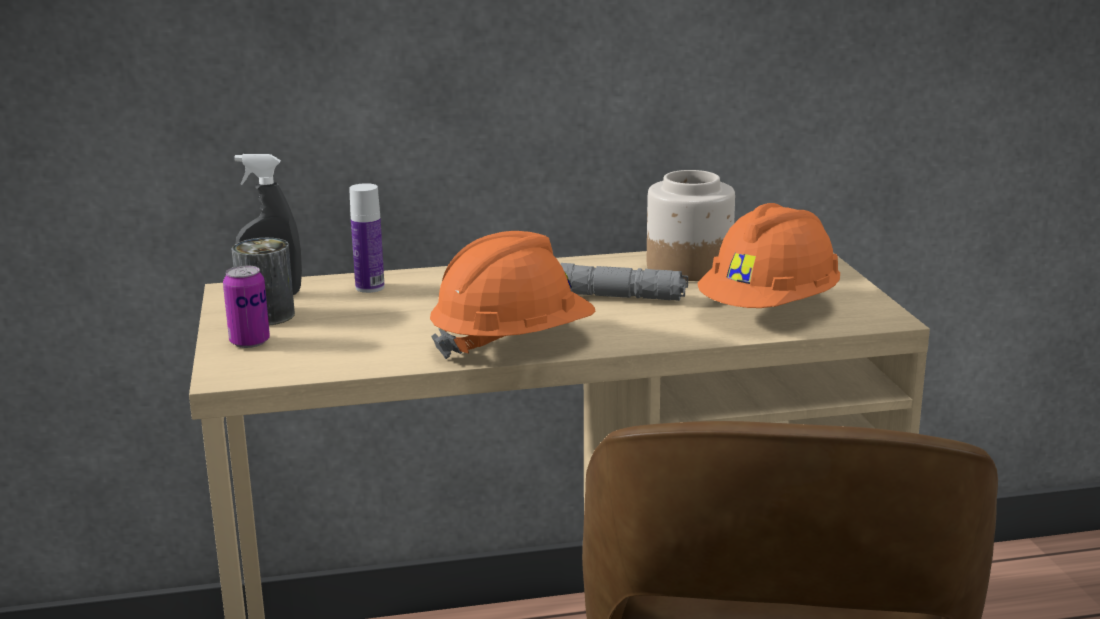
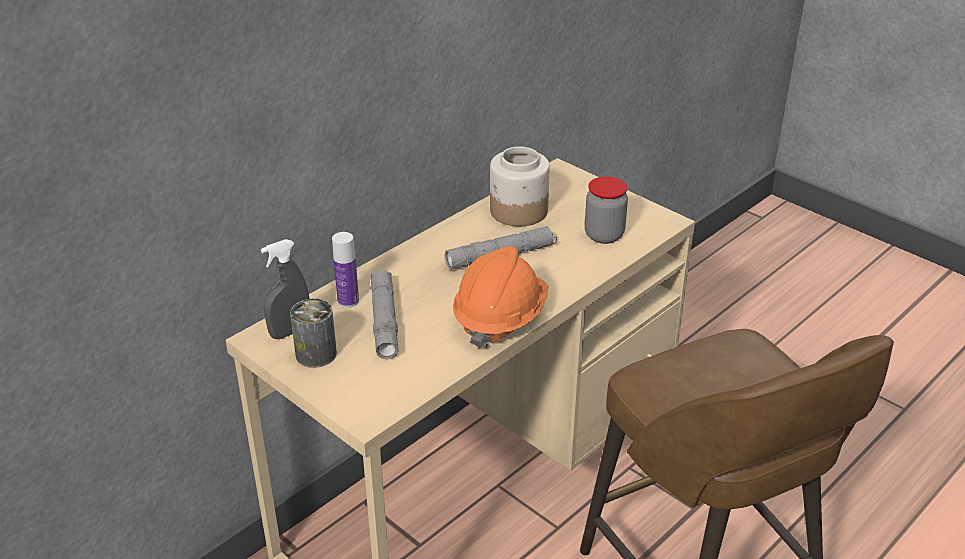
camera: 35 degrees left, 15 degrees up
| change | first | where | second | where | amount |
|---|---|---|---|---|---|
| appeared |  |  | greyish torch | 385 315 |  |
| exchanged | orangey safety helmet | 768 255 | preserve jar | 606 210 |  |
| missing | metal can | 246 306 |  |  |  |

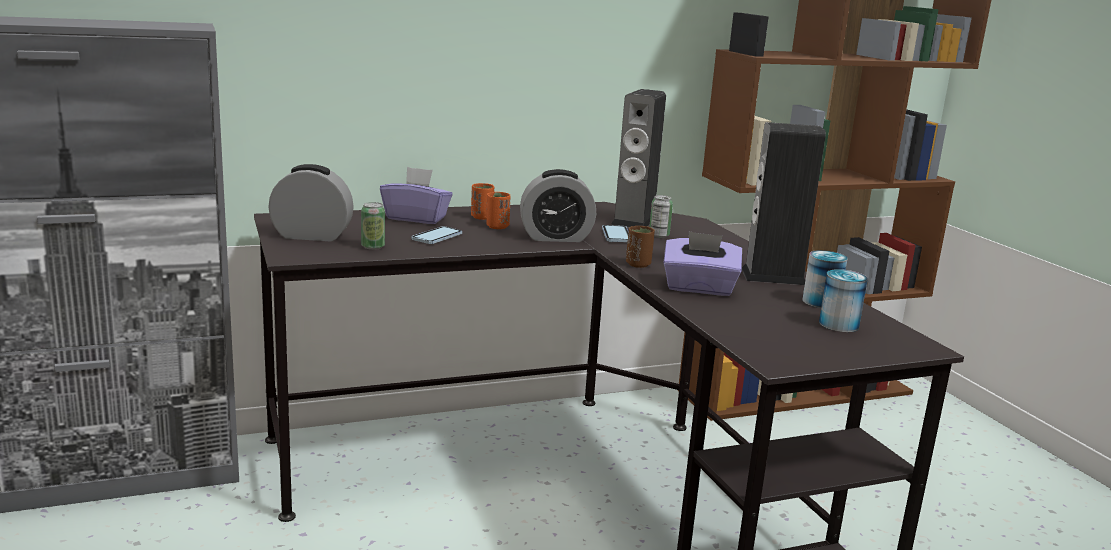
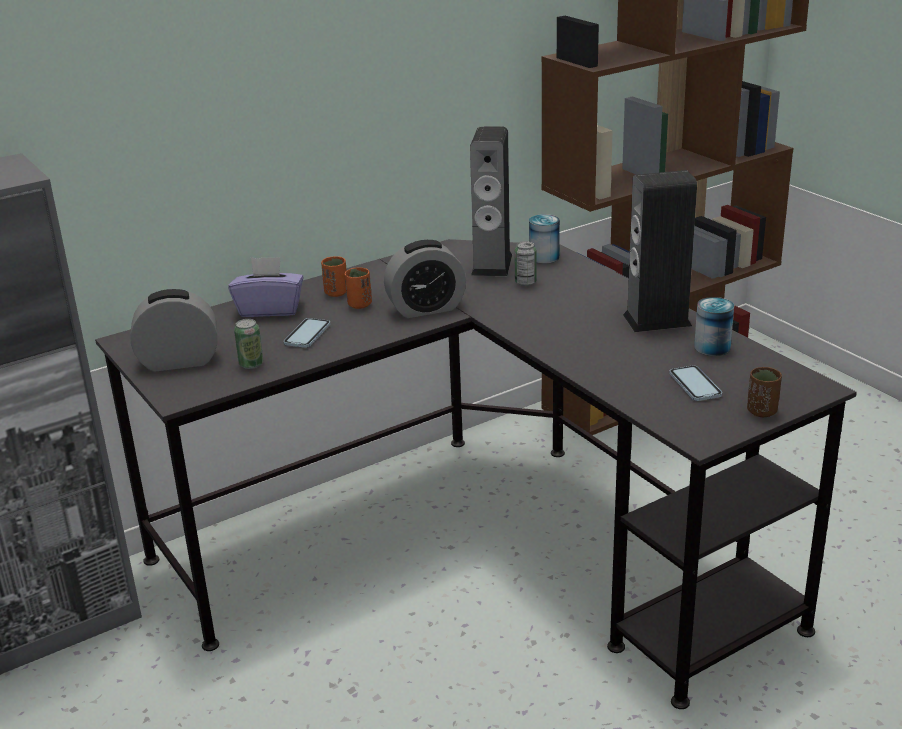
camera: 10 degrees left, 10 degrees up
| change | first | where | second | where | amount |
|---|---|---|---|---|---|
| relocated | metal can | 843 300 |  | 544 238 |  |
| relocated | telephone | 615 233 |  | 695 383 |  |
| relocated | brownish cup | 640 247 |  | 764 392 |  |
| missing | purple-coloured tissue box | 703 263 |  |  |  |

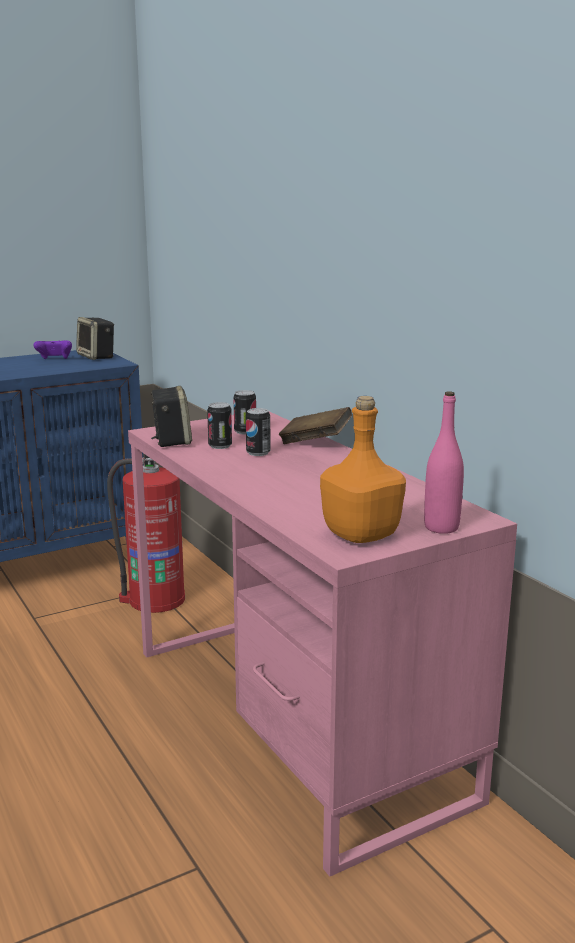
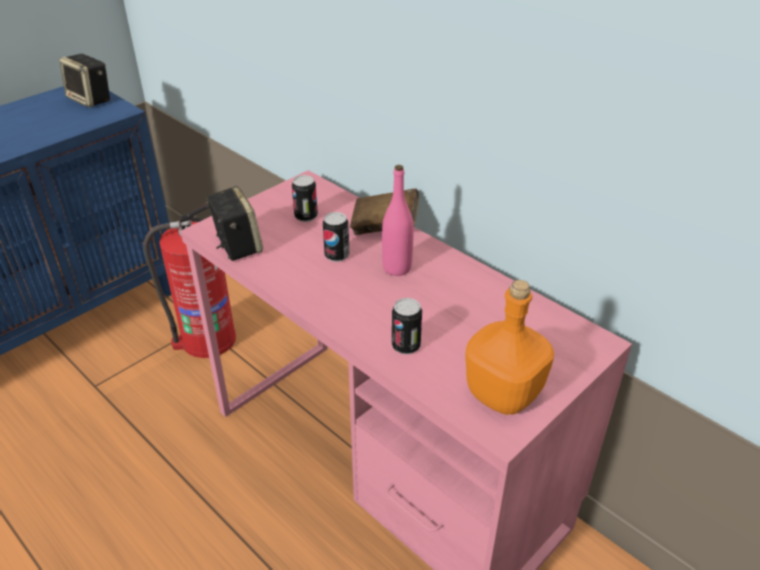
camera: 15 degrees left, 20 degrees up
| change | first | where | second | where | amount |
|---|---|---|---|---|---|
| relocated | pink bottle | 444 462 |  | 398 220 |  |
| relocated | metal can | 219 425 |  | 407 326 |  |
| missing | purple-coloured game controller | 53 349 |  |  |  |

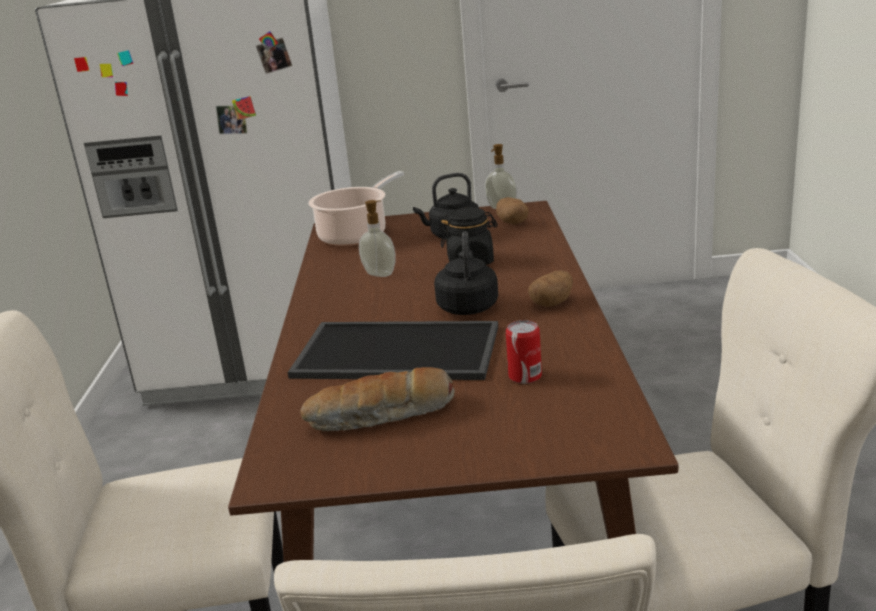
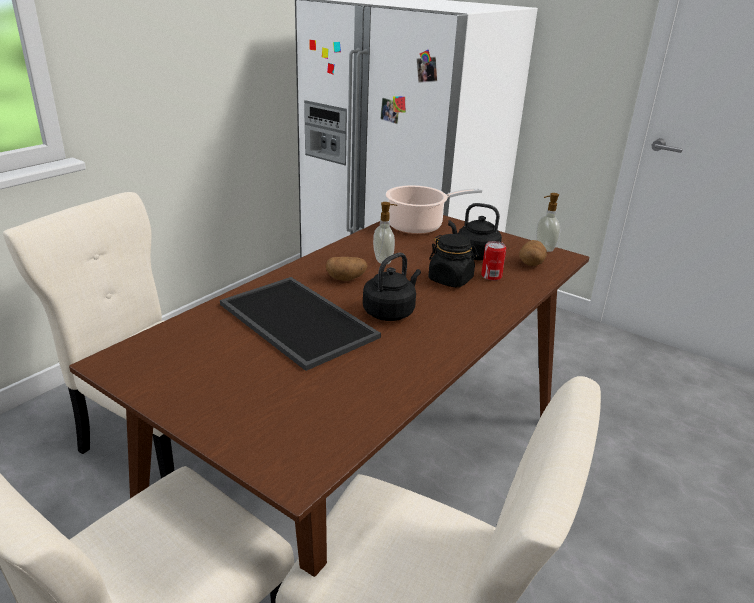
camera: 35 degrees right, 5 degrees up
| change | first | where | second | where | amount |
|---|---|---|---|---|---|
| relocated | spud | 550 289 |  | 346 269 |  |
| relocated | metal can | 524 352 |  | 493 261 |  |
| missing | bread | 377 399 |  |  |  |

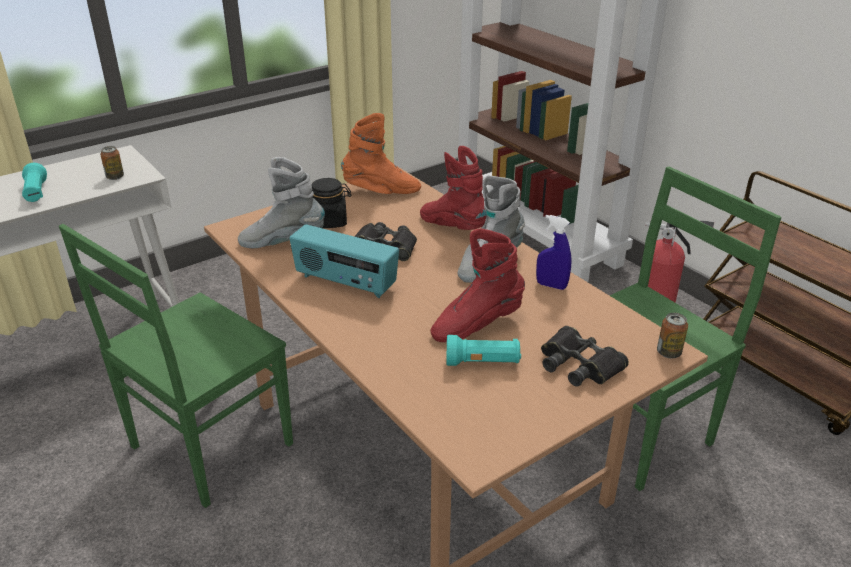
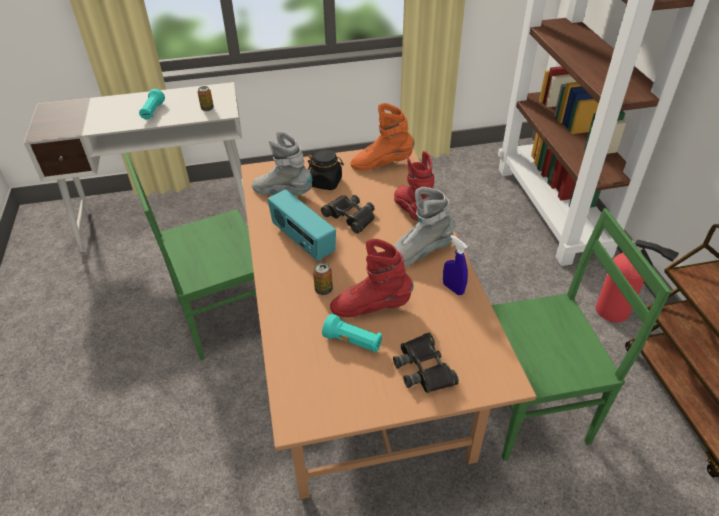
camera: 25 degrees right, 10 degrees up
| change | first | where | second | where | amount |
|---|---|---|---|---|---|
| relocated | metal can | 672 335 |  | 323 278 |  |
| spun | orangey tall boot | 381 153 |  | 383 136 | 150 degrees clockwise |

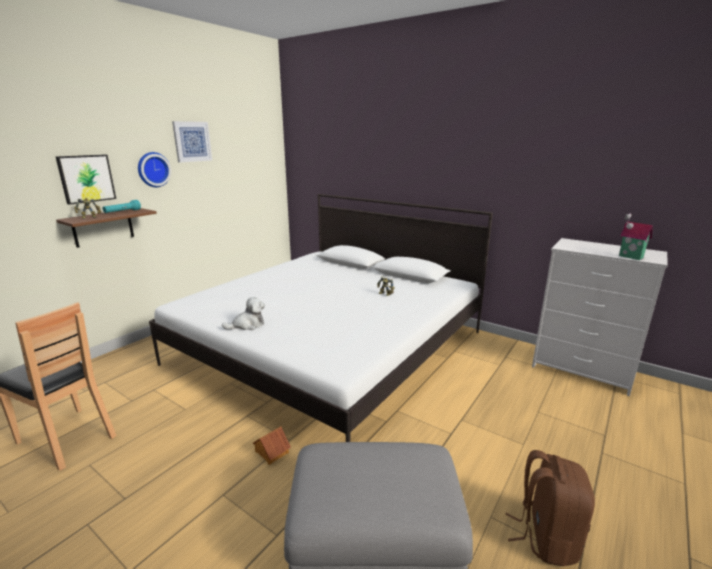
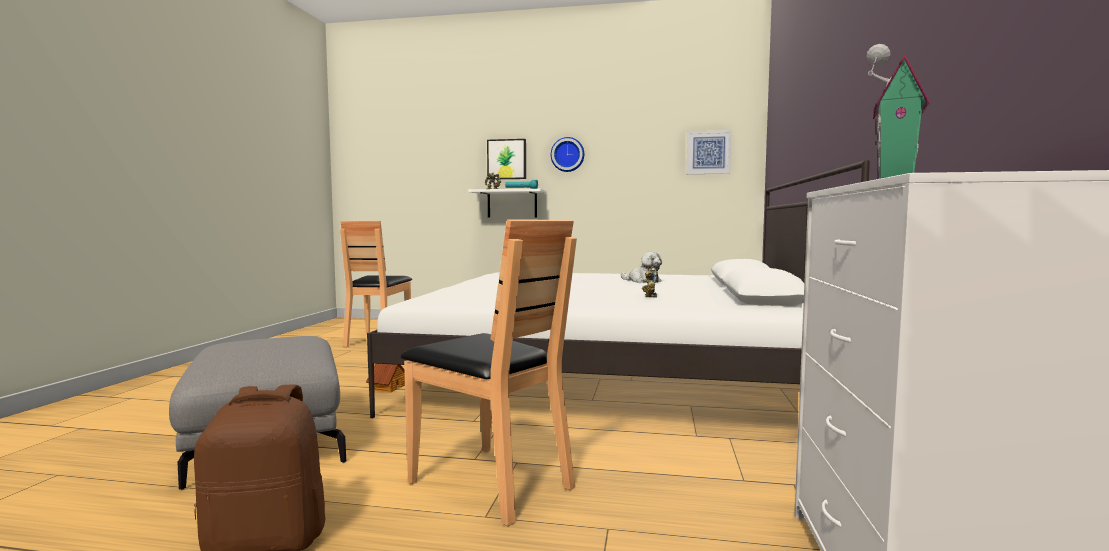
camera: 65 degrees right, 15 degrees down
| change | first | where | second | where | amount |
|---|---|---|---|---|---|
| appeared |  |  | brownish upright chair | 489 373 |  |
| colour | brownish wall shelf | 106 228 | whitish wall shelf | 507 203 |  |
| relocated | plush toy | 243 313 |  | 641 267 |  |
| relocated | wall art | 192 141 |  | 709 152 |  |

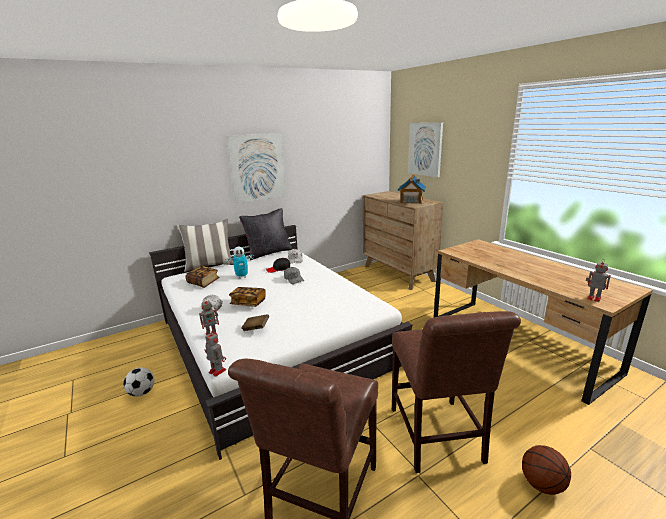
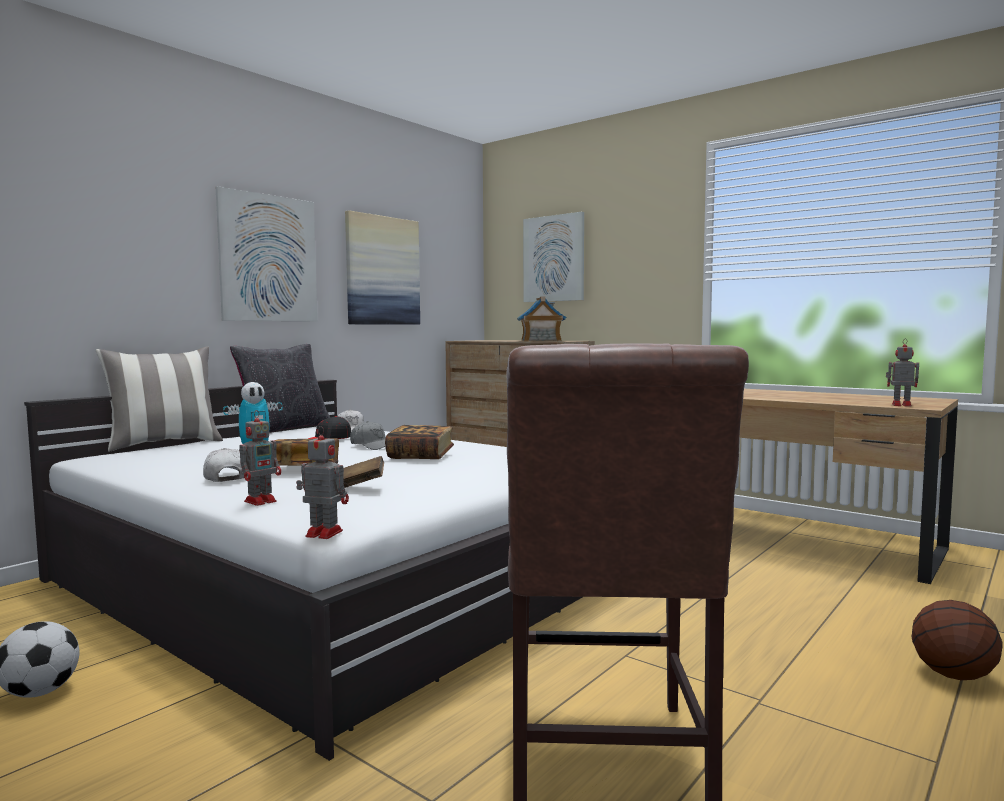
camera: 20 degrees left, 15 degrees down
| change | first | where | second | where | amount |
|---|---|---|---|---|---|
| appeared |  |  | wall art | 382 267 |  |
| relocated | book | 202 277 |  | 419 442 |  |
| missing | brownish upright chair | 456 392 |  |  |  |

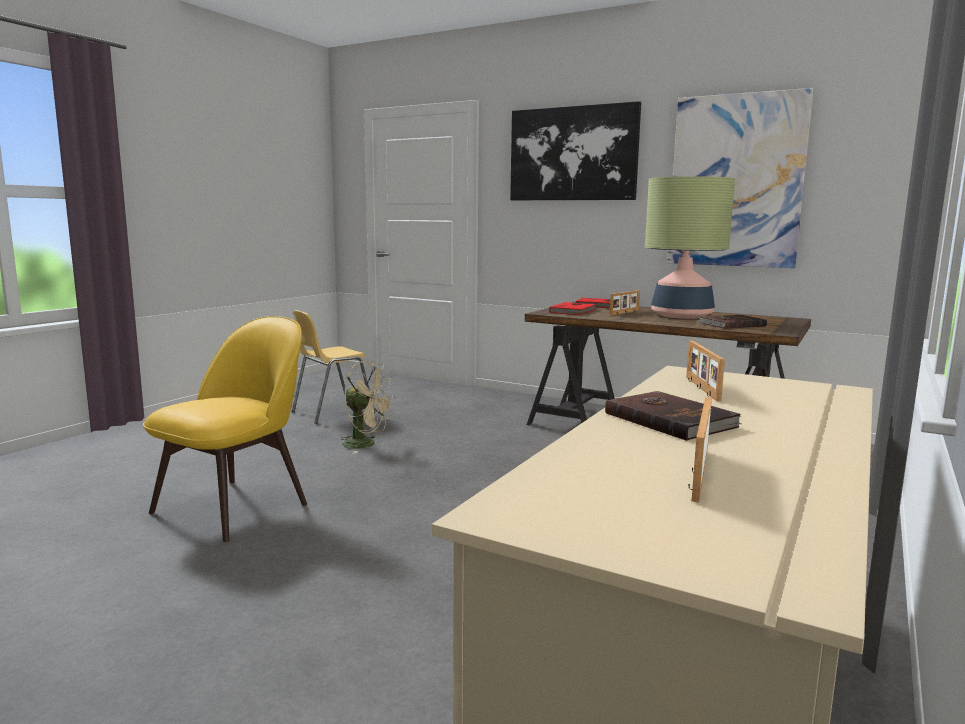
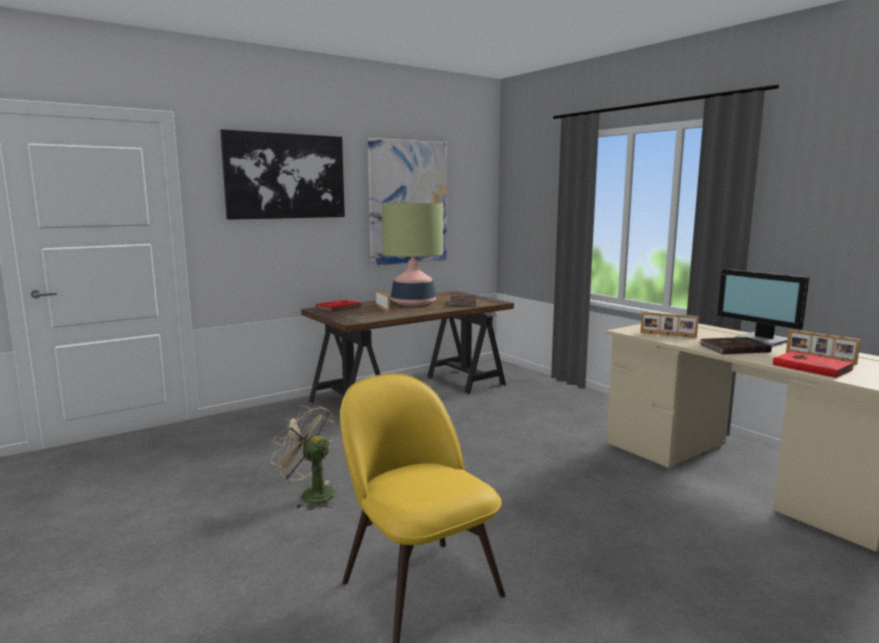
camera: 65 degrees left, 0 degrees up
| change | first | where | second | where | amount |
|---|---|---|---|---|---|
| spun | beige cooling fan | 368 407 |  | 303 457 | 105 degrees counterclockwise |
| appeared |  |  | computer screen | 763 307 |  |
| relocated | reddish book | 573 308 |  | 813 364 |  |
| missing | yellow upright chair | 333 367 |  |  |  |

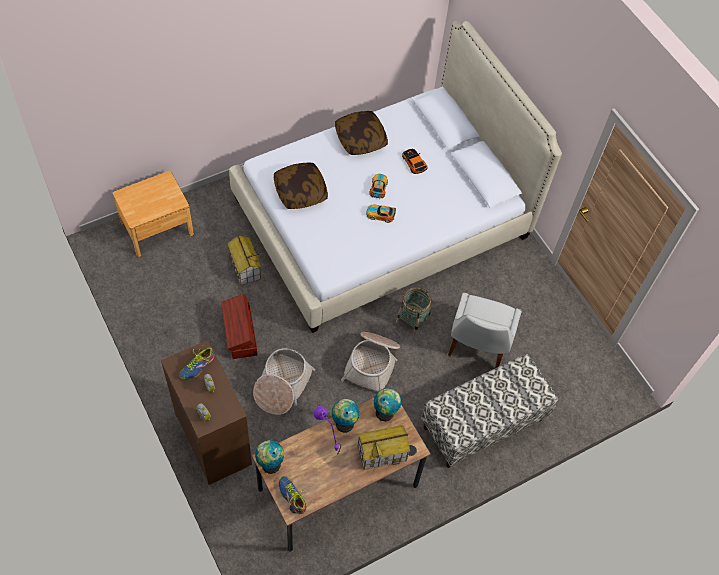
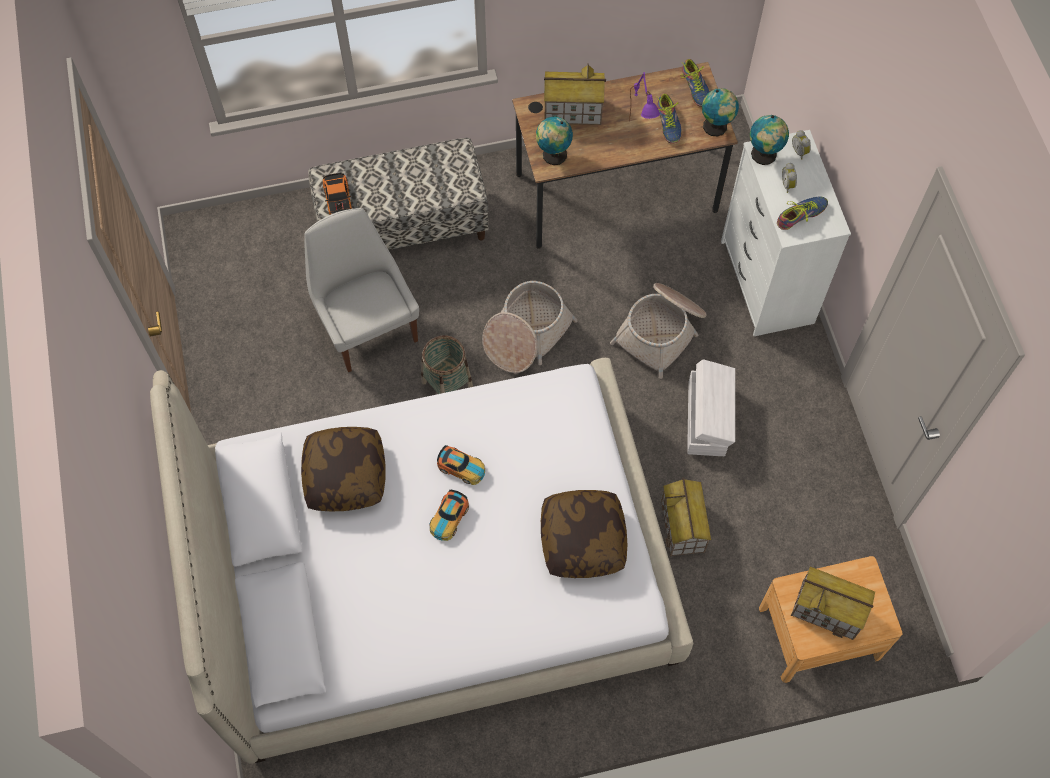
camera: 160 degrees left, 5 degrees up
| change | first | where | second | where | amount |
|---|---|---|---|---|---|
| relocated | pillow | 361 133 |  | 343 469 |  |
| spun | whitish upright chair | 485 330 |  | 361 290 | 60 degrees counterclockwise |
| relocated | miniature car | 415 161 |  | 337 194 |  |
| appeared |  |  | low shoe | 669 118 |  |
| colour | brownish storage bin | 239 326 | whitish storage bin | 711 407 |  |
| colour | brownish chest of drawers | 206 412 | whitish chest of drawers | 786 233 |  |
| relocated | world globe | 346 416 |  | 769 140 |  |
| appeared |  |  | miniature house | 833 603 |  |

